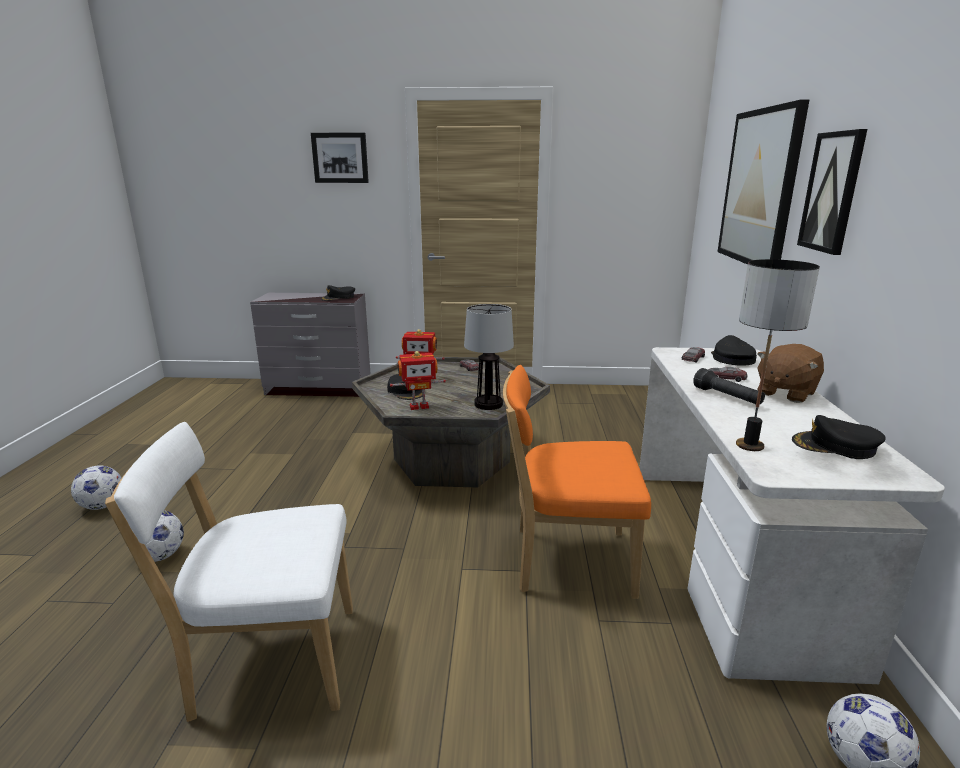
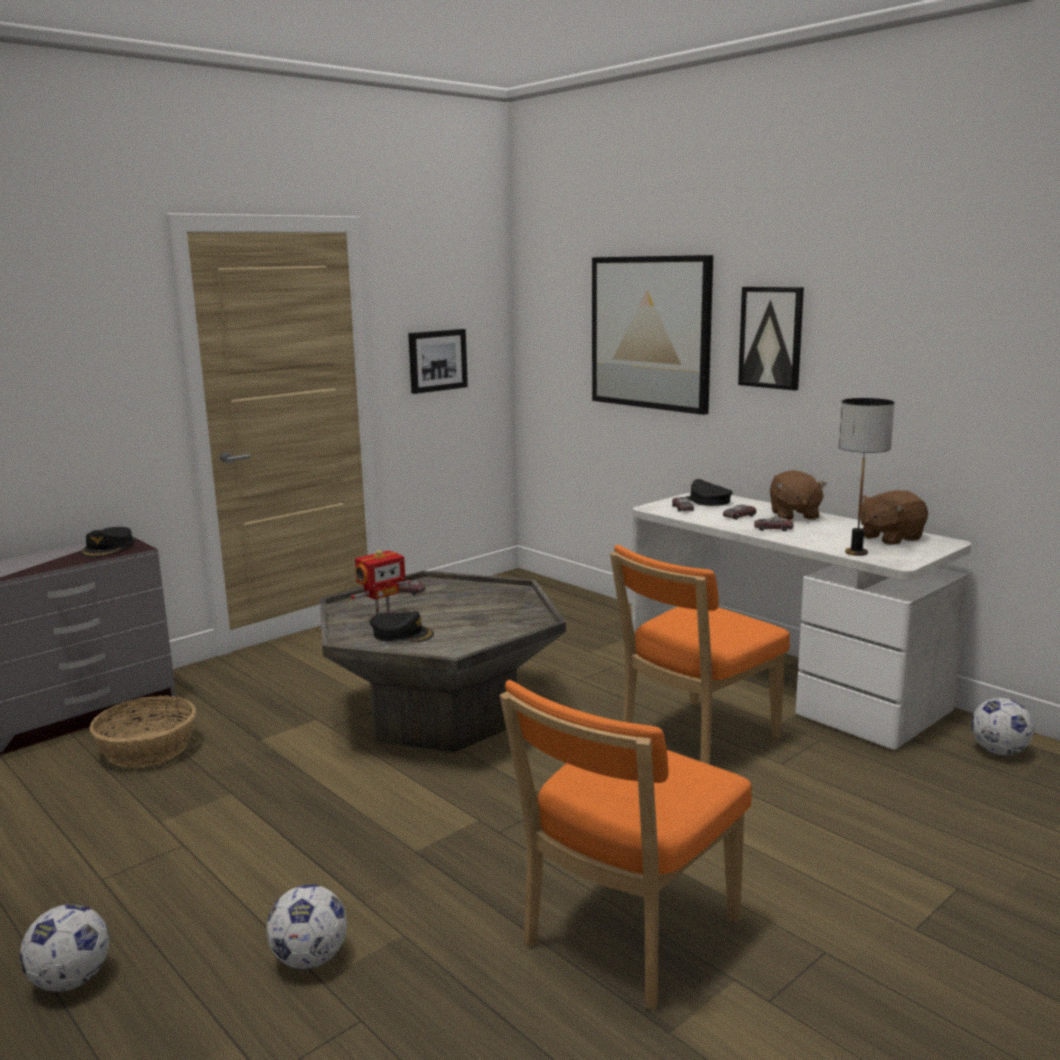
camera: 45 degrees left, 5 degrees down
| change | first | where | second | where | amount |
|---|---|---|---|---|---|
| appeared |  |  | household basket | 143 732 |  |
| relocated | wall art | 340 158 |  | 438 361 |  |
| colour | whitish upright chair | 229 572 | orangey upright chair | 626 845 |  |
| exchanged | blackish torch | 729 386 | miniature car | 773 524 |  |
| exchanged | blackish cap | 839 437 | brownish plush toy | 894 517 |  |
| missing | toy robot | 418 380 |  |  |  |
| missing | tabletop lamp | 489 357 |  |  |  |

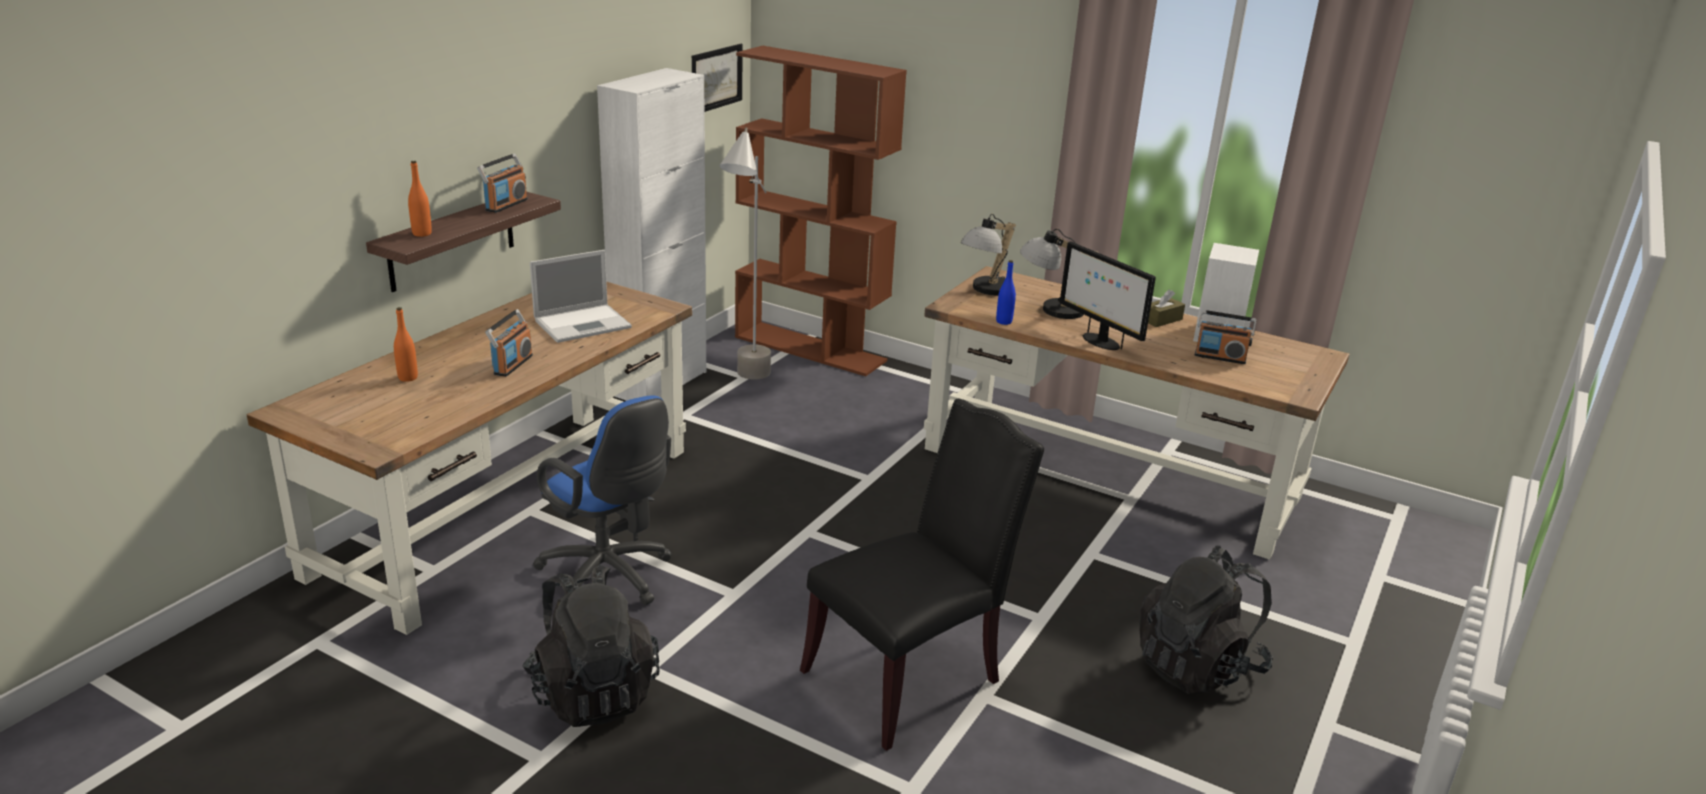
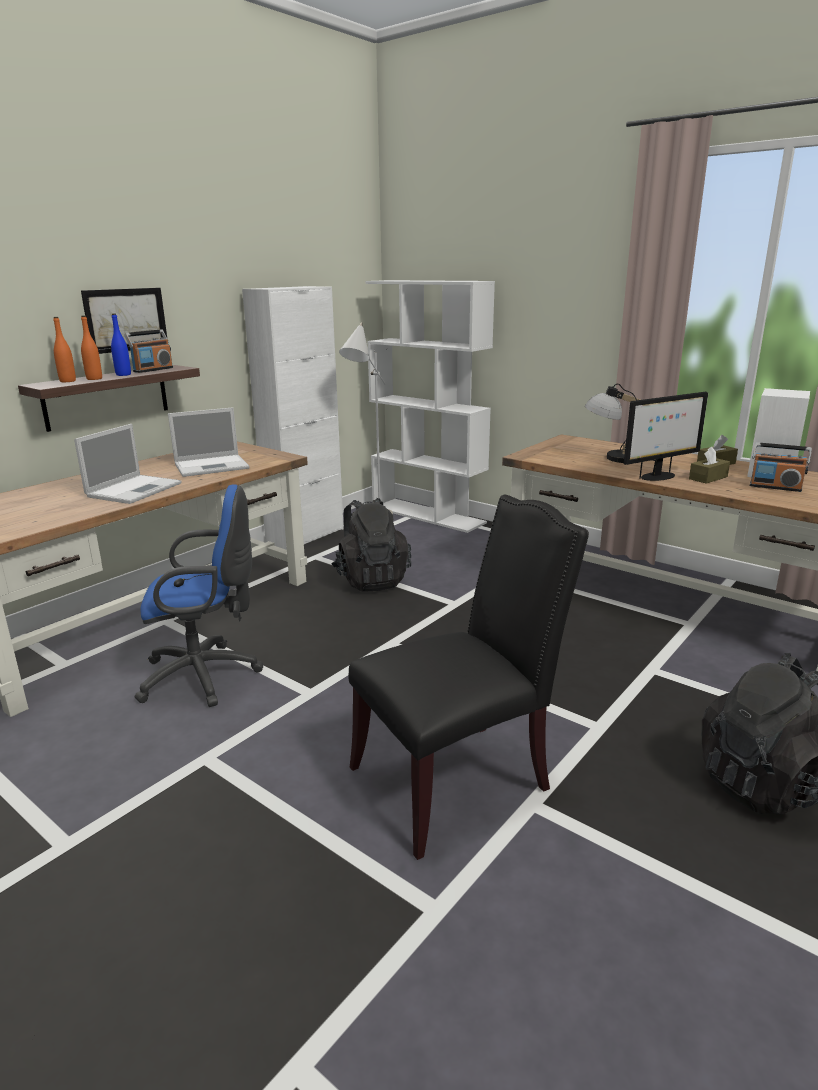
camera: 10 degrees right, 5 degrees down
| change | first | where | second | where | amount |
|---|---|---|---|---|---|
| exchanged | radio set | 509 343 | laptop | 127 464 |  |
| relocated | wall art | 717 78 |  | 124 321 |  |
| relocated | orangey bottle | 406 344 |  | 91 348 |  |
| relocated | bluish bottle | 1006 292 |  | 121 344 |  |
| spun | bluish desk chair | 602 500 |  | 199 595 | 60 degrees counterclockwise |
| relocated | blackish knapsack | 591 646 |  | 371 545 |  |
| colour | brownish bookcase | 821 211 | whitish bookcase | 430 406 |  |
| spun | computer screen | 1108 295 |  | 666 436 | 90 degrees counterclockwise |
| appeared |  |  | brownish tissue box | 709 465 |  |
| missing | tabletop lamp | 988 254 |  |  |  |

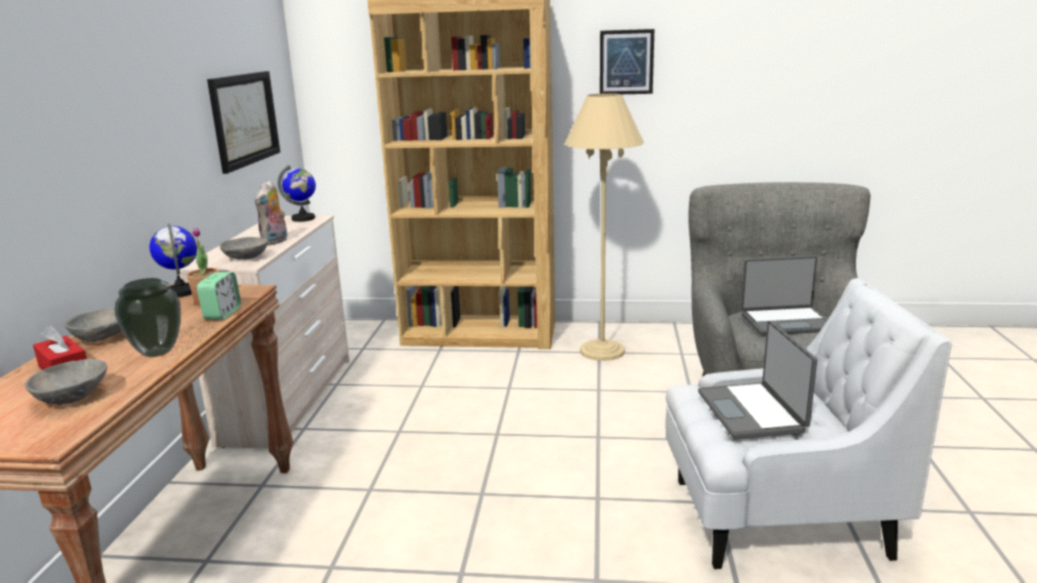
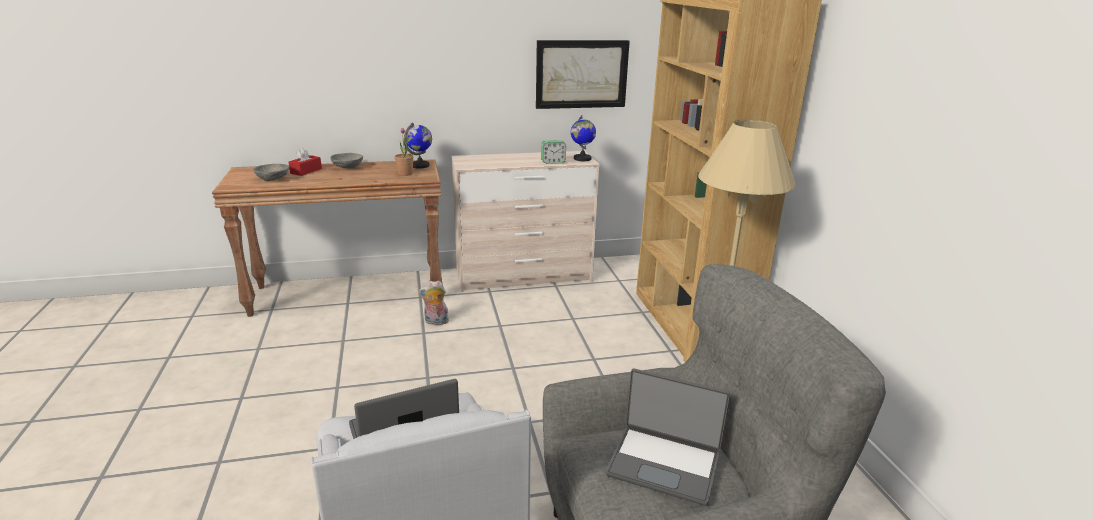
camera: 70 degrees right, 5 degrees up
| change | first | where | second | where | amount |
|---|---|---|---|---|---|
| relocated | plush toy | 271 213 |  | 434 303 |  |
| relocated | table clock | 219 296 |  | 553 152 |  |
| spun | laptop | 784 296 |  | 668 437 | 45 degrees counterclockwise |
| missing | flower vase | 148 317 |  |  |  |
| missing | greyish bowl | 244 248 |  |  |  |
| missing | wall art | 627 61 |  |  |  |

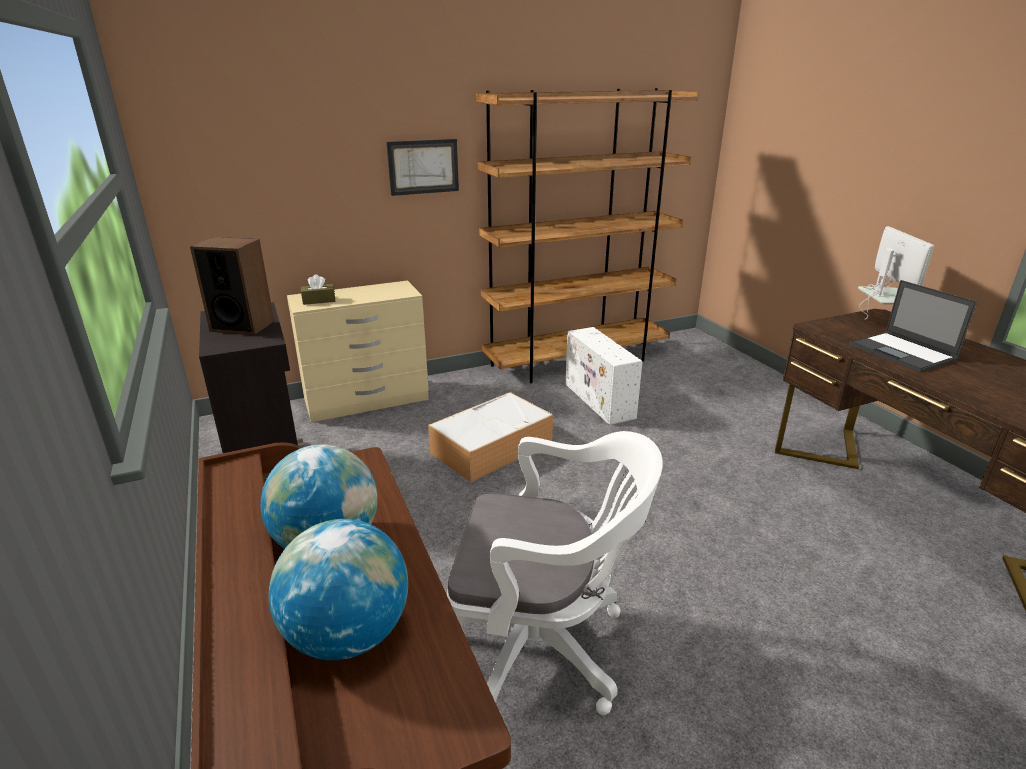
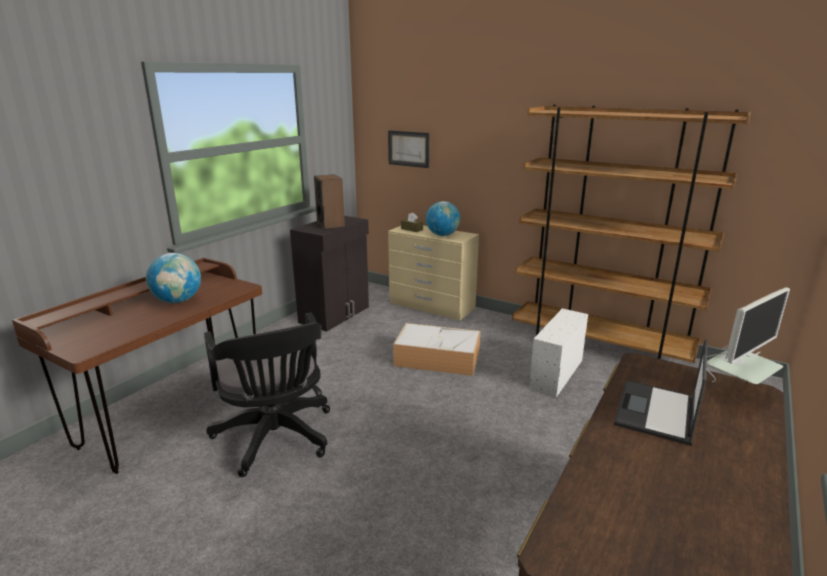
camera: 55 degrees right, 5 degrees down
| change | first | where | second | where | amount |
|---|---|---|---|---|---|
| colour | whitish desk chair | 554 573 | blackish desk chair | 267 395 |  |
| relocated | wall art | 422 167 |  | 408 149 |  |
| relocated | world globe | 338 589 |  | 443 218 |  |

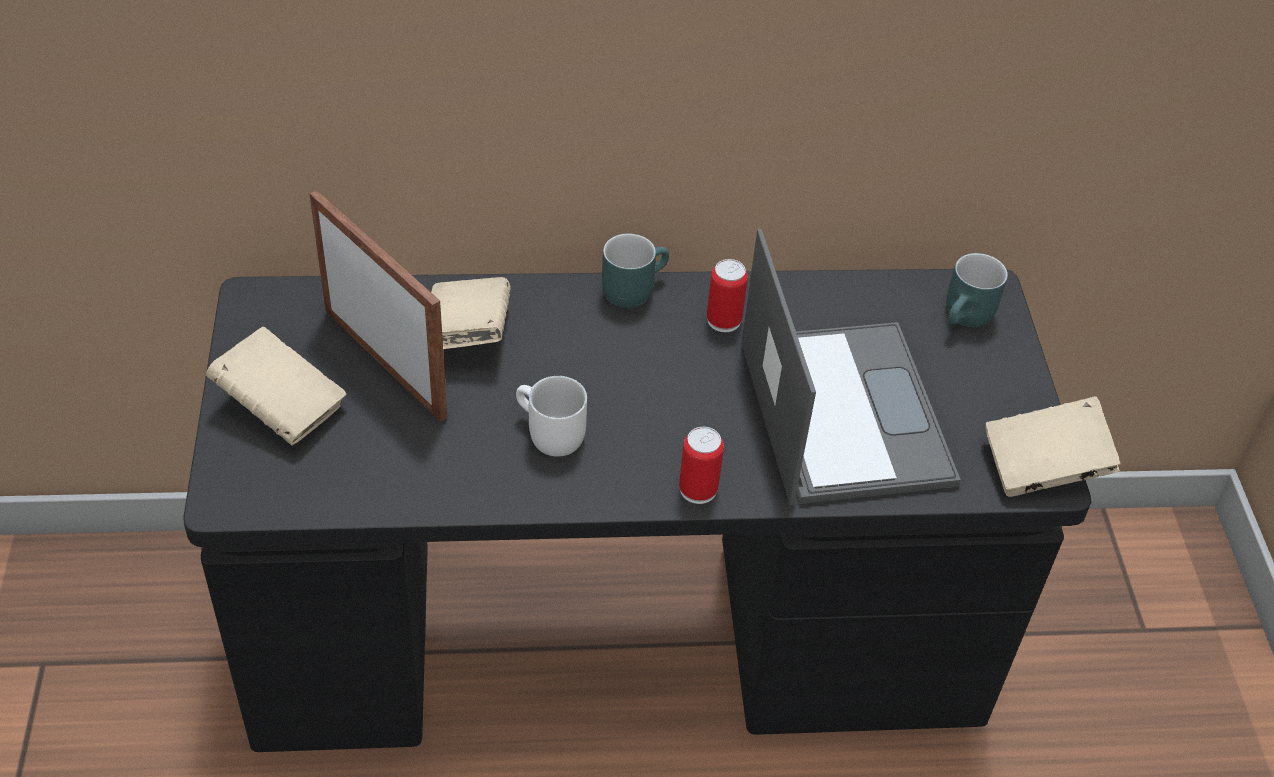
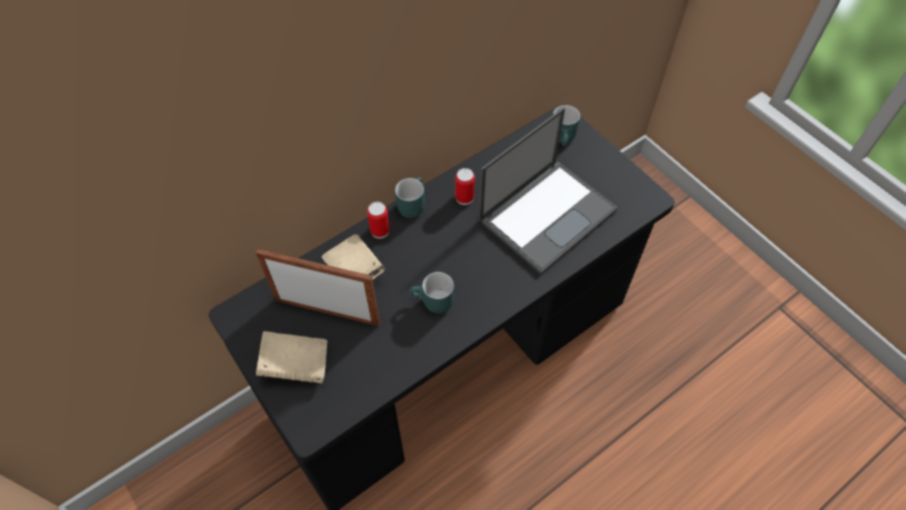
camera: 30 degrees left, 10 degrees up
| change | first | where | second | where | amount |
|---|---|---|---|---|---|
| relocated | metal can | 701 465 |  | 378 220 |  |
| colour | whitish coffee mug | 551 416 | turquoise coffee mug | 432 292 |  |
| spun | laptop | 851 367 |  | 548 191 | 90 degrees clockwise |
| missing | beige book | 1053 446 |  |  |  |

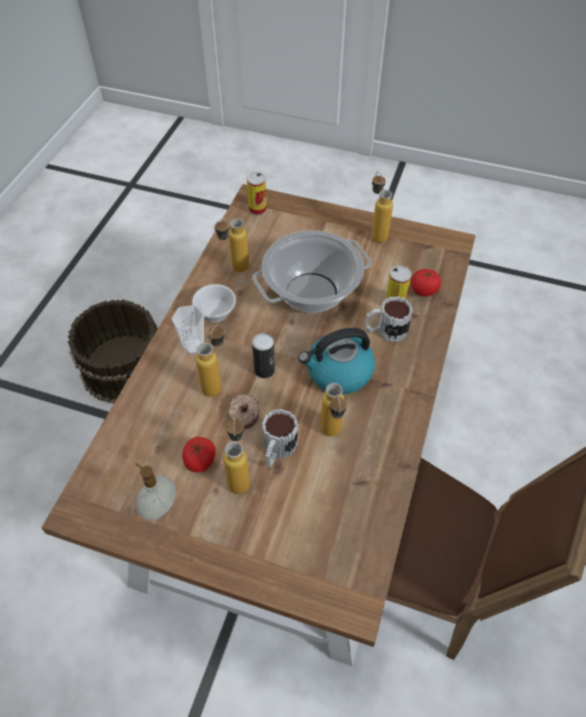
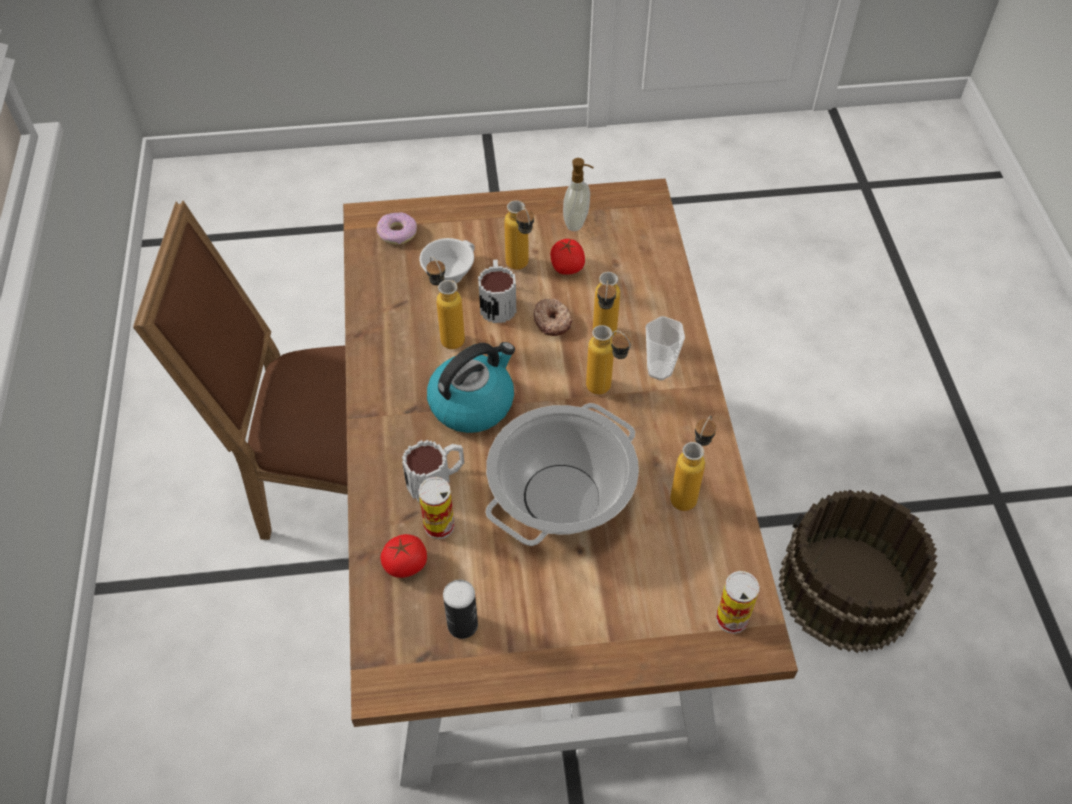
camera: 155 degrees right, 0 degrees up
| change | first | where | second | where | amount |
|---|---|---|---|---|---|
| appeared |  |  | ring doughnut | 397 228 |  |
| relocated | whitish cup | 214 303 |  | 447 260 |  |
| relocated | metal can | 263 355 |  | 460 609 |  |
| relocated | bottle | 382 207 |  | 608 360 |  |

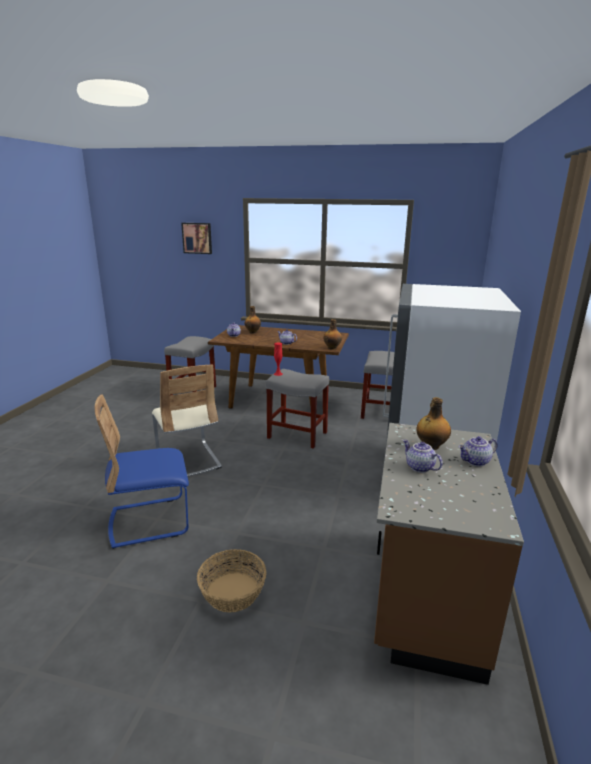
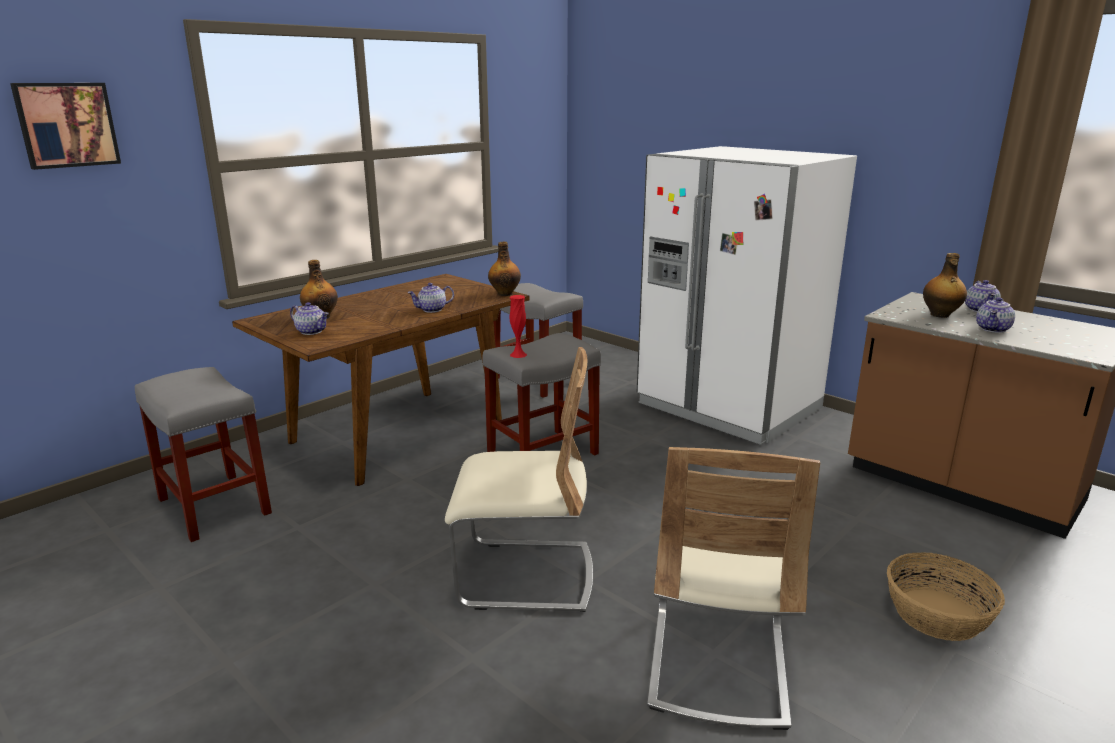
camera: 60 degrees left, 0 degrees up
| change | first | where | second | where | amount |
|---|---|---|---|---|---|
| colour | bluish upright chair | 142 471 | beige upright chair | 733 588 |  |
| spun | pot for tea | 423 456 |  | 995 315 | 45 degrees counterclockwise |

